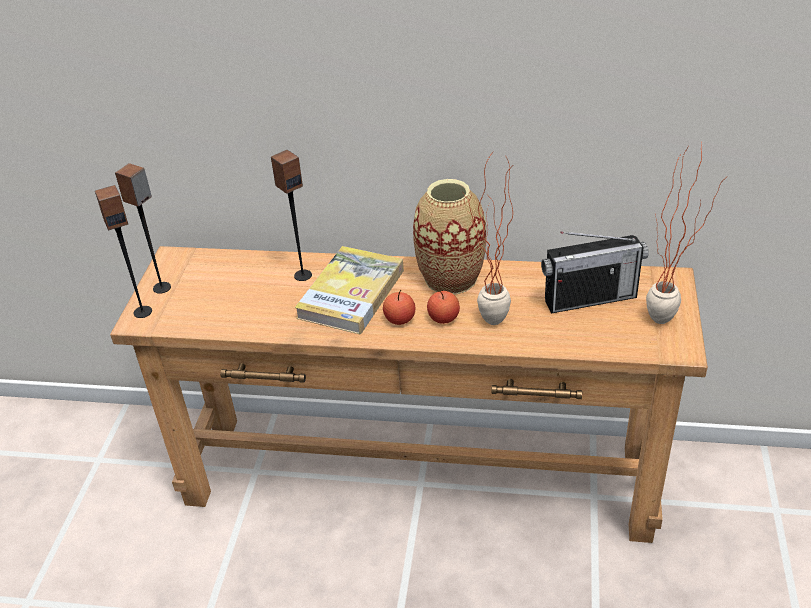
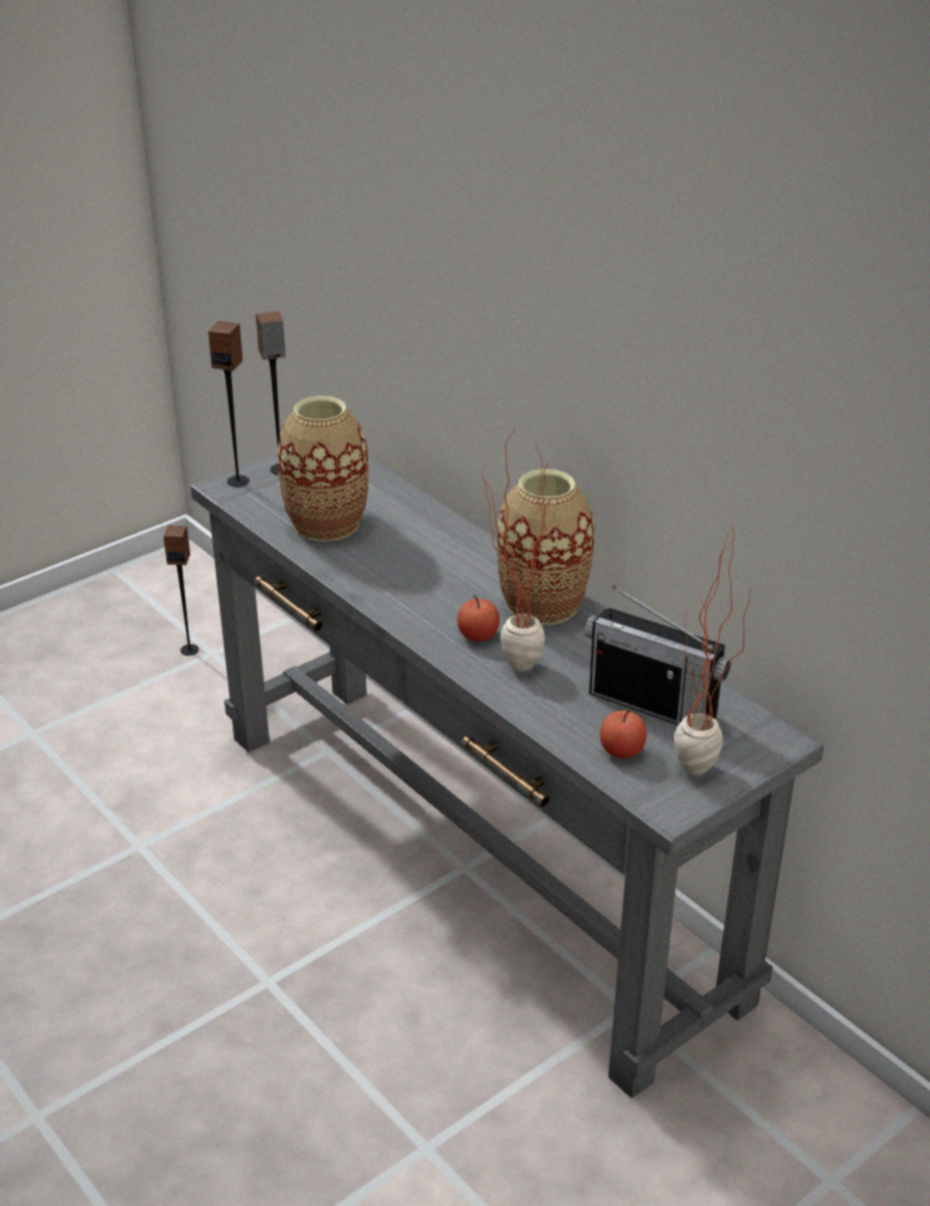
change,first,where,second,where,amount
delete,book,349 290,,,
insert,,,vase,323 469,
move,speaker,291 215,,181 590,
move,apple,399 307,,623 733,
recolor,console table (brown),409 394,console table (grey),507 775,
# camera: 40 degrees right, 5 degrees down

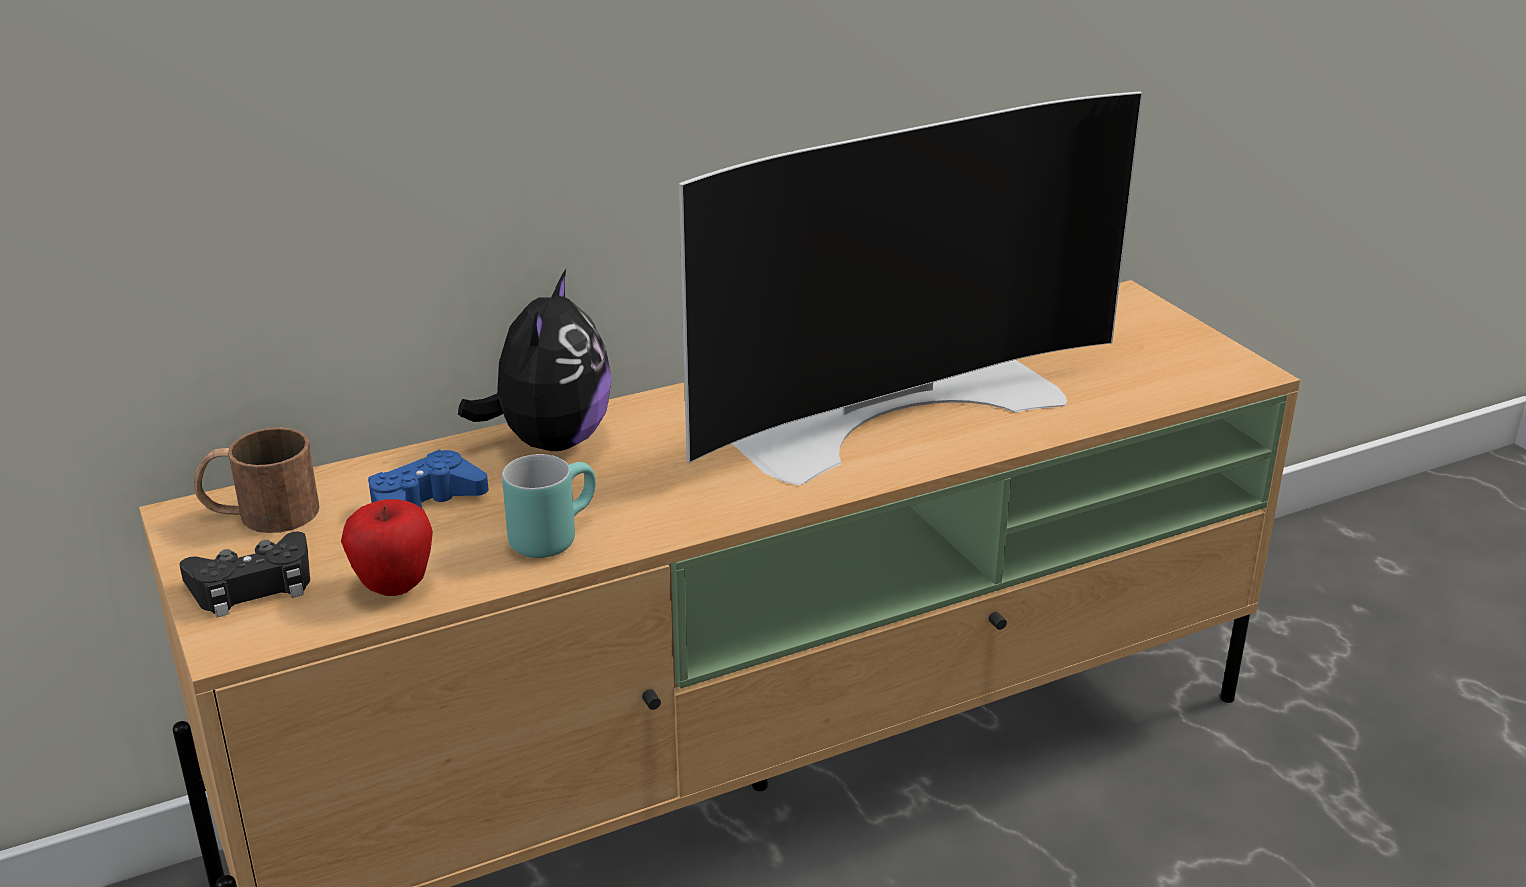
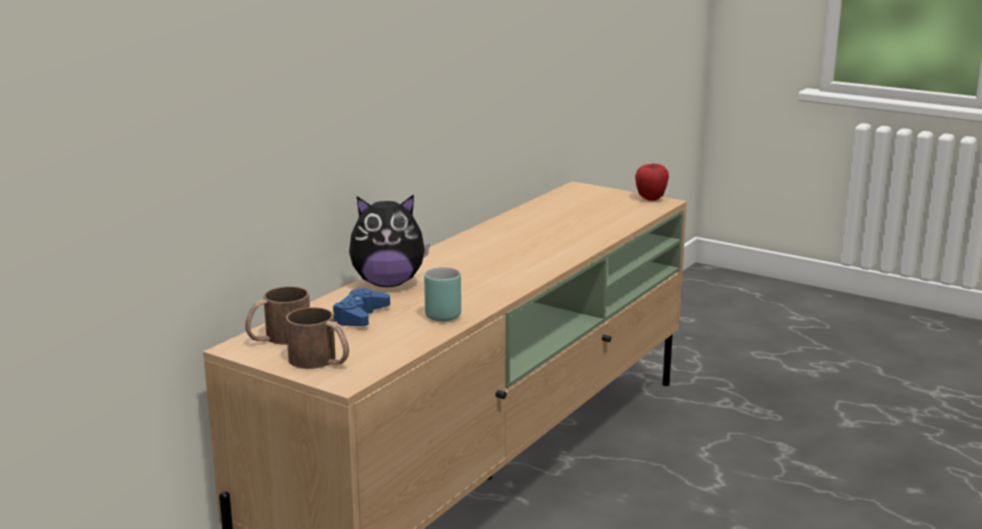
change,first,where,second,where,amount
delete,television,911 288,,,
move,apple,387 547,,652 182,
replace,game controller (black),244 575,mug (brown),317 338,
rotate,plush toy,535 360,,389 240,105 degrees clockwise
# camera: 30 degrees left, 10 degrees down

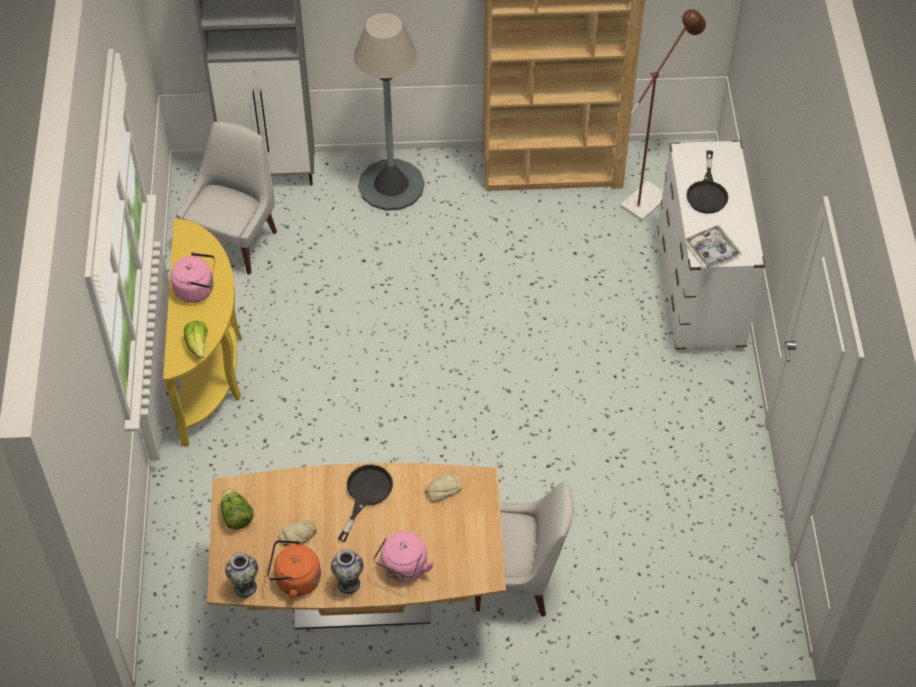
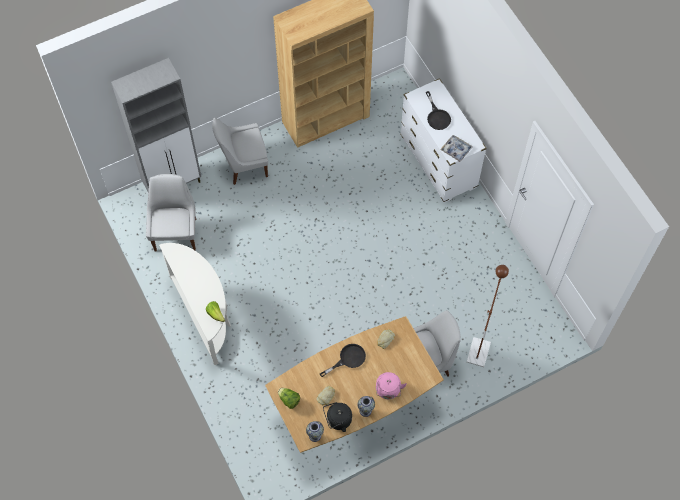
change,first,where,second,where,amount
delete,kettle (pink),193 277,,,
move,floor lamp (brown),663 115,,488 316,
replace,floor lamp (grey),389 112,chair (white),240 151,
recolor,console table (yellow),202 332,console table (white),195 304,
recolor,kettle (orange),294 569,kettle (black),337 417,
rotate,frying pan (black),365 503,,343 360,60 degrees clockwise
# camera: 25 degrees left, 10 degrees up

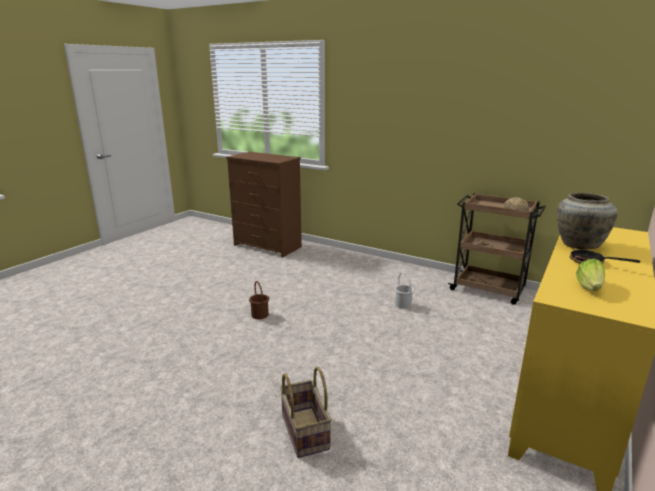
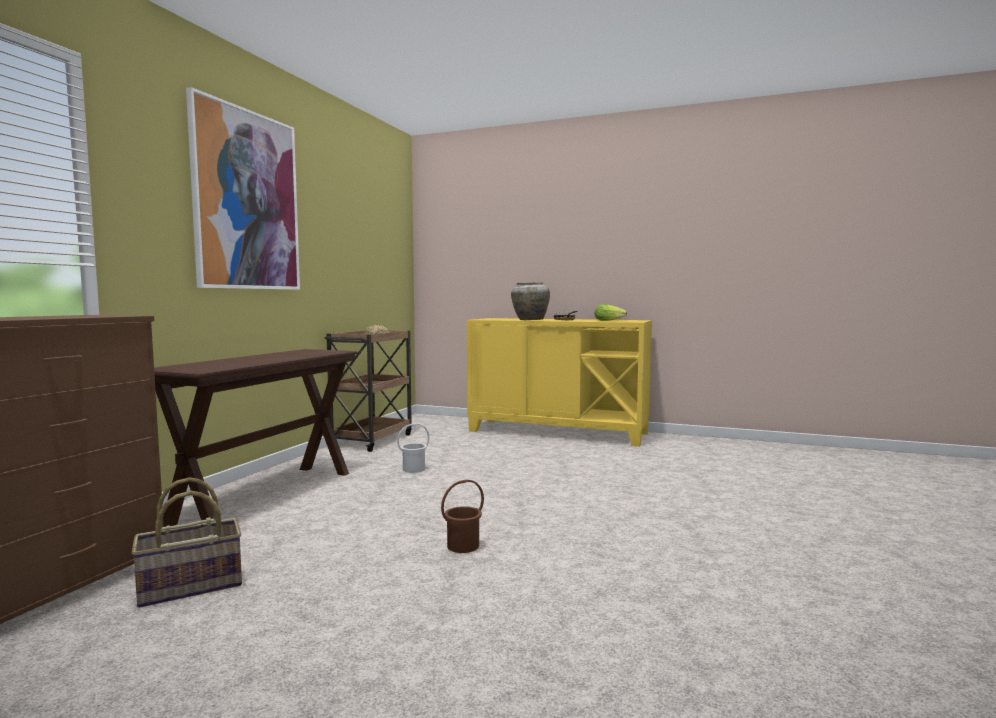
change,first,where,second,where,amount
insert,,,console table (brown),256 438,
insert,,,picture,243 188,
move,basket,306 412,,187 542,
# camera: 100 degrees left, 15 degrees down

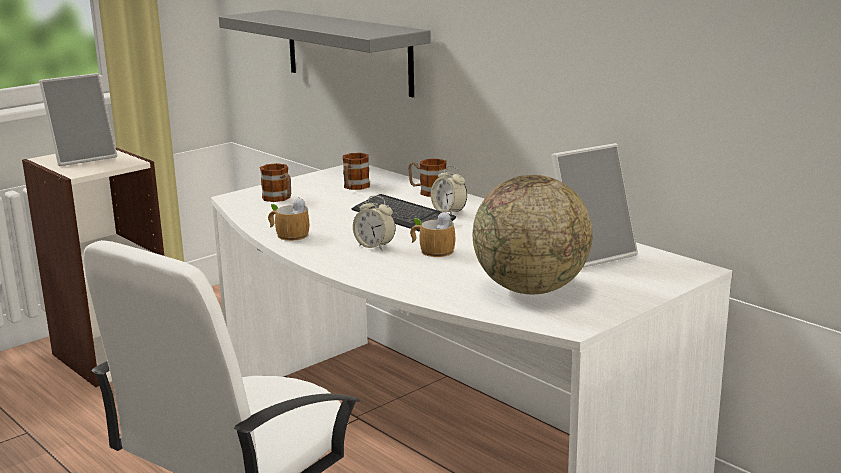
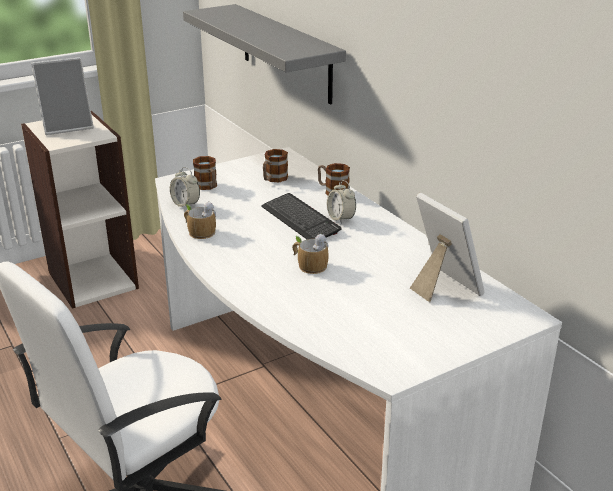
change,first,where,second,where,amount
delete,globe,533 234,,,
move,alarm clock,374 222,,185 187,
rotate,picture frame,594 205,,447 247,105 degrees counterclockwise
# camera: 10 degrees right, 10 degrees up

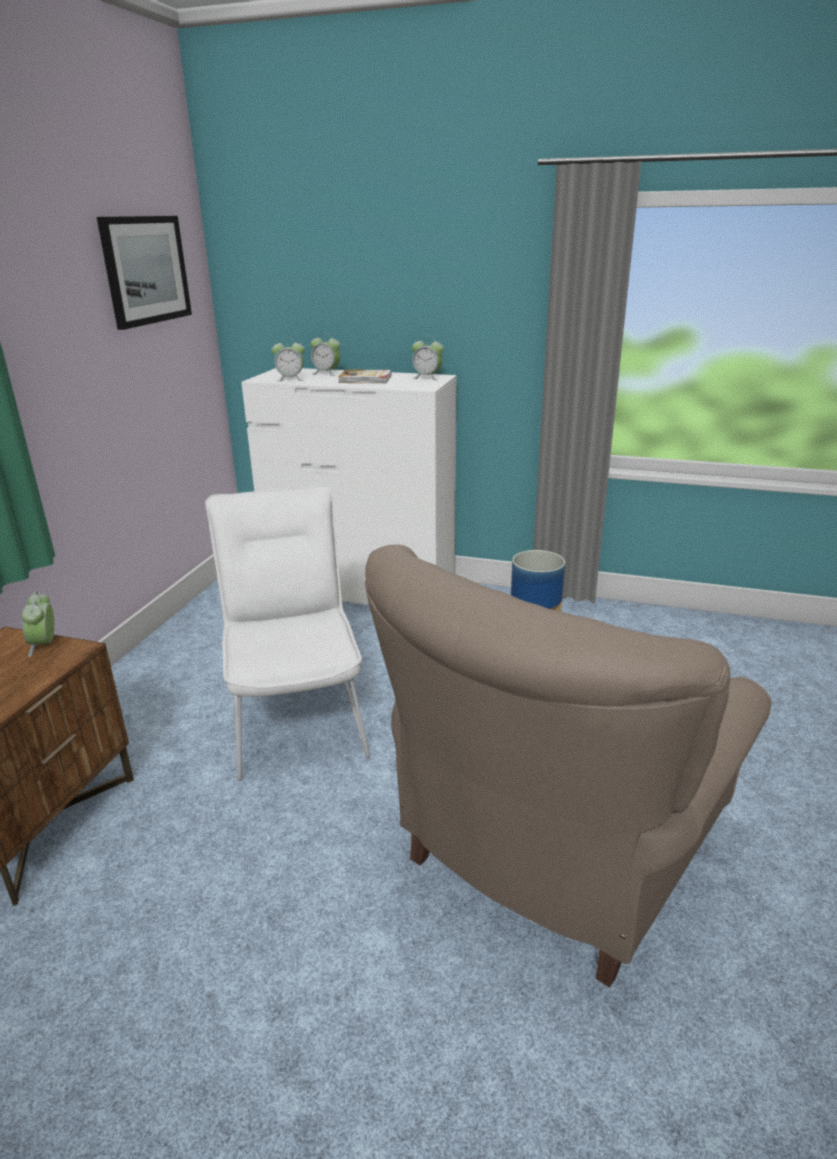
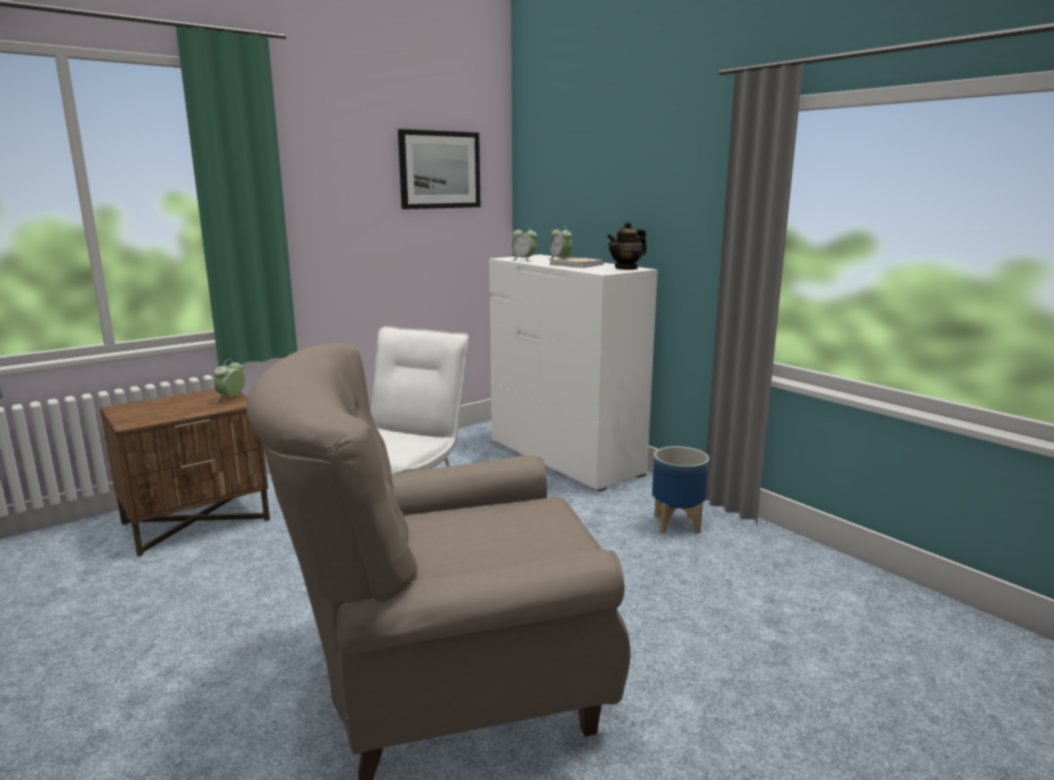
change,first,where,second,where,amount
replace,alarm clock,428 358,teapot,627 245,
# camera: 35 degrees right, 10 degrees down

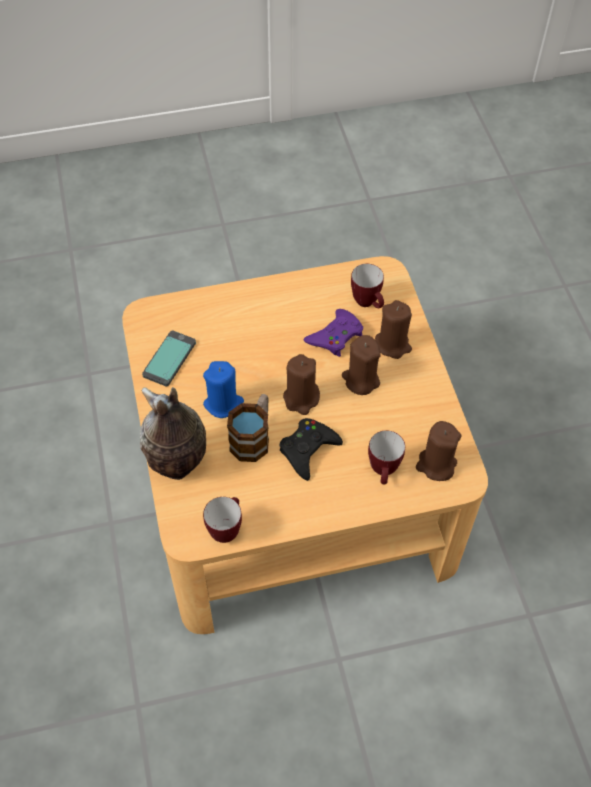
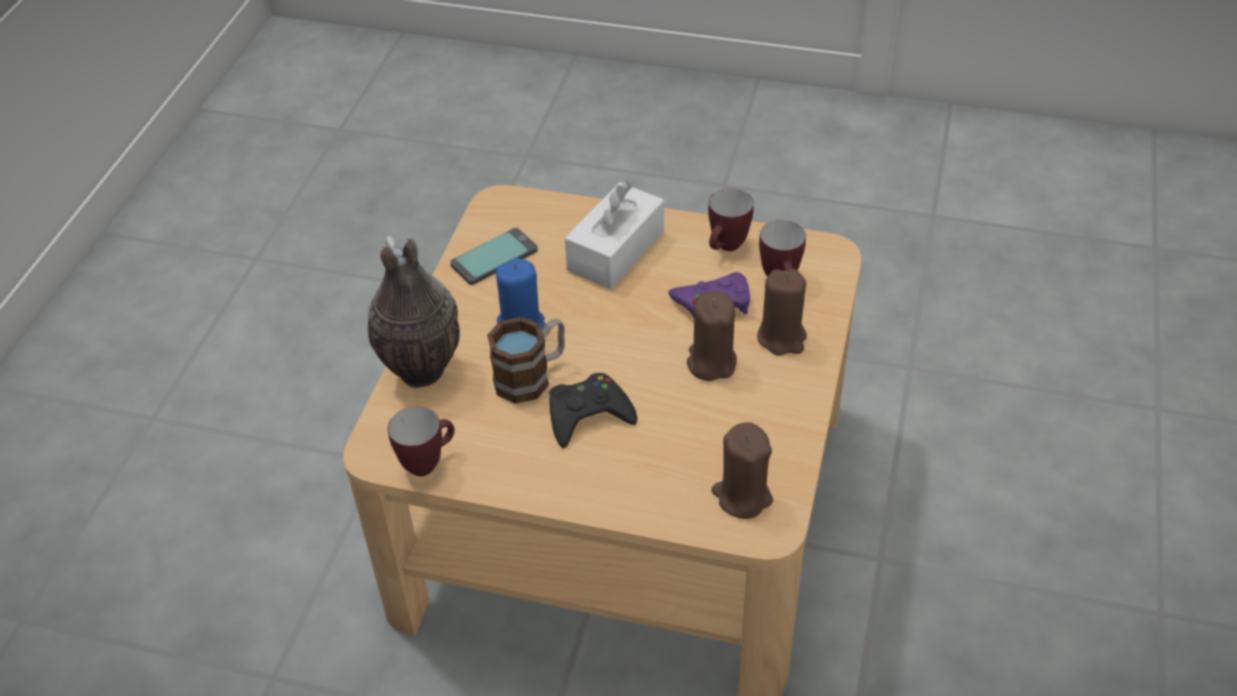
change,first,where,second,where,amount
delete,candle (brown),301 384,,,
insert,,,tissue box (white),614 234,
move,mug,386 457,,731 219,
# camera: 30 degrees right, 10 degrees down

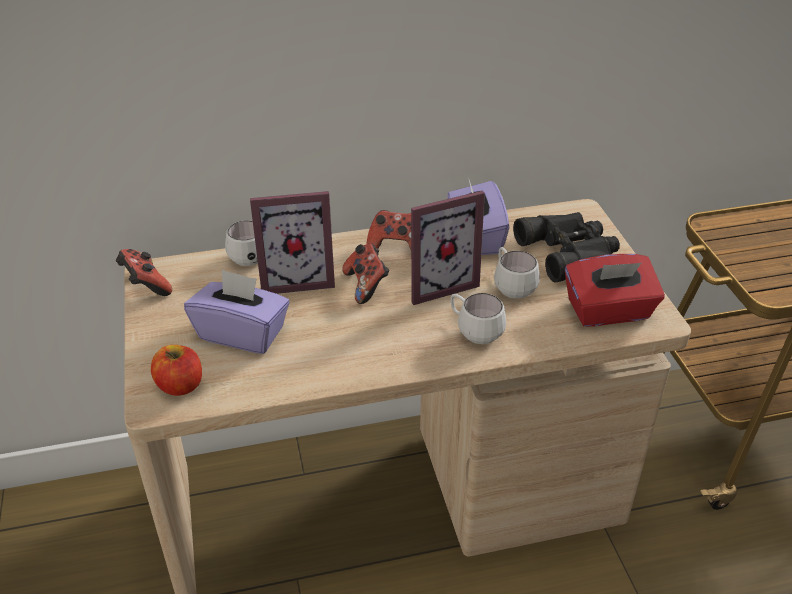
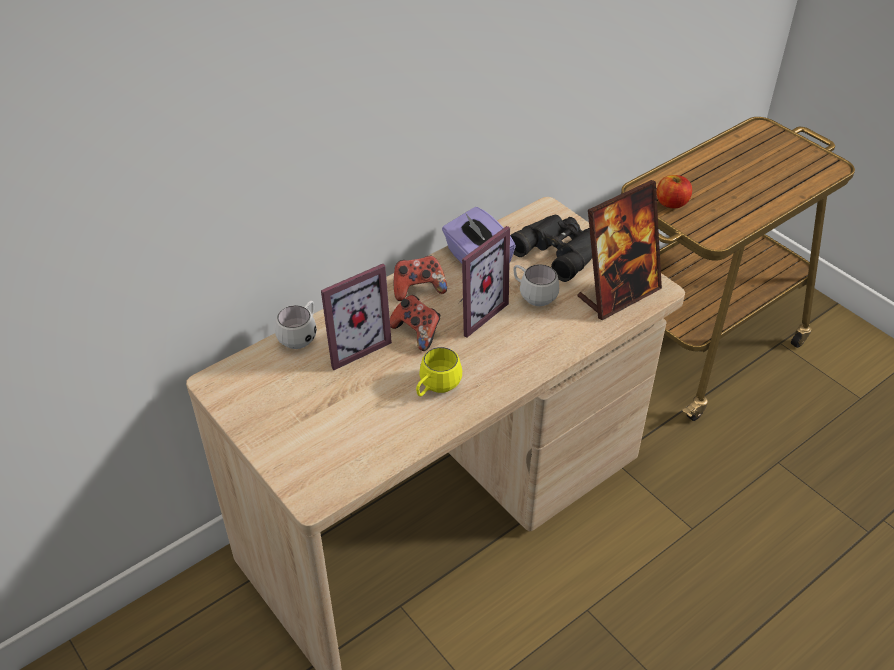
change,first,where,second,where,amount
delete,game controller,144 272,,,
delete,tissue box (purple),237 311,,,
delete,mug (white),478 318,,,
insert,,,mug (yellow),439 372,
move,apple,176 370,,674 191,
replace,tissue box (red),615 290,picture frame,619 250,
# camera: 25 degrees left, 5 degrees up

